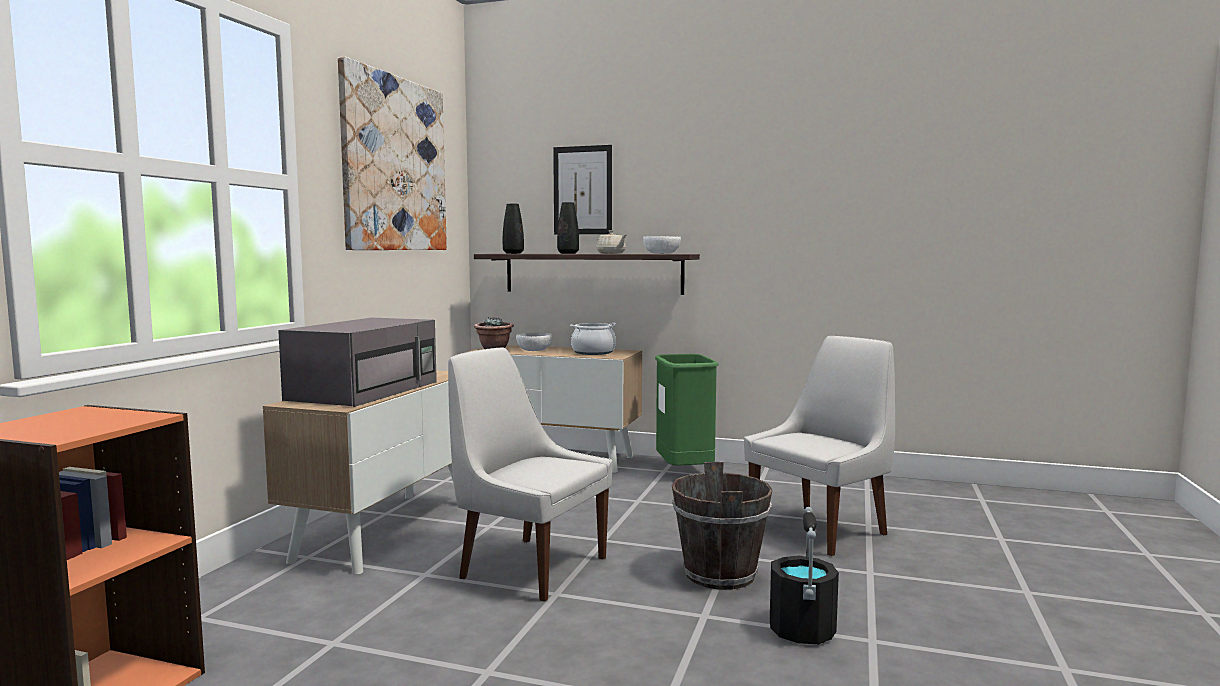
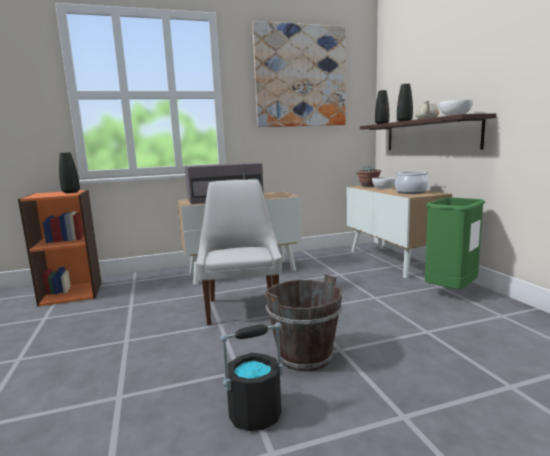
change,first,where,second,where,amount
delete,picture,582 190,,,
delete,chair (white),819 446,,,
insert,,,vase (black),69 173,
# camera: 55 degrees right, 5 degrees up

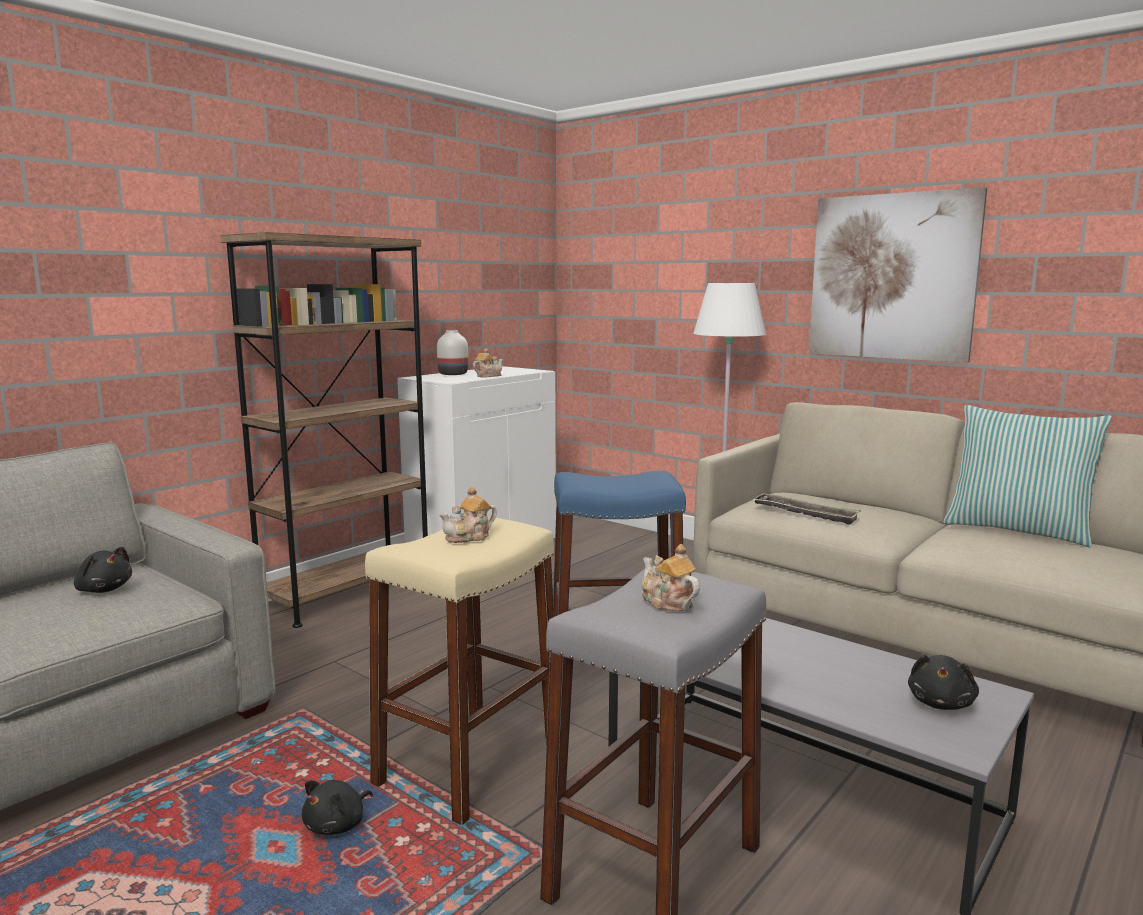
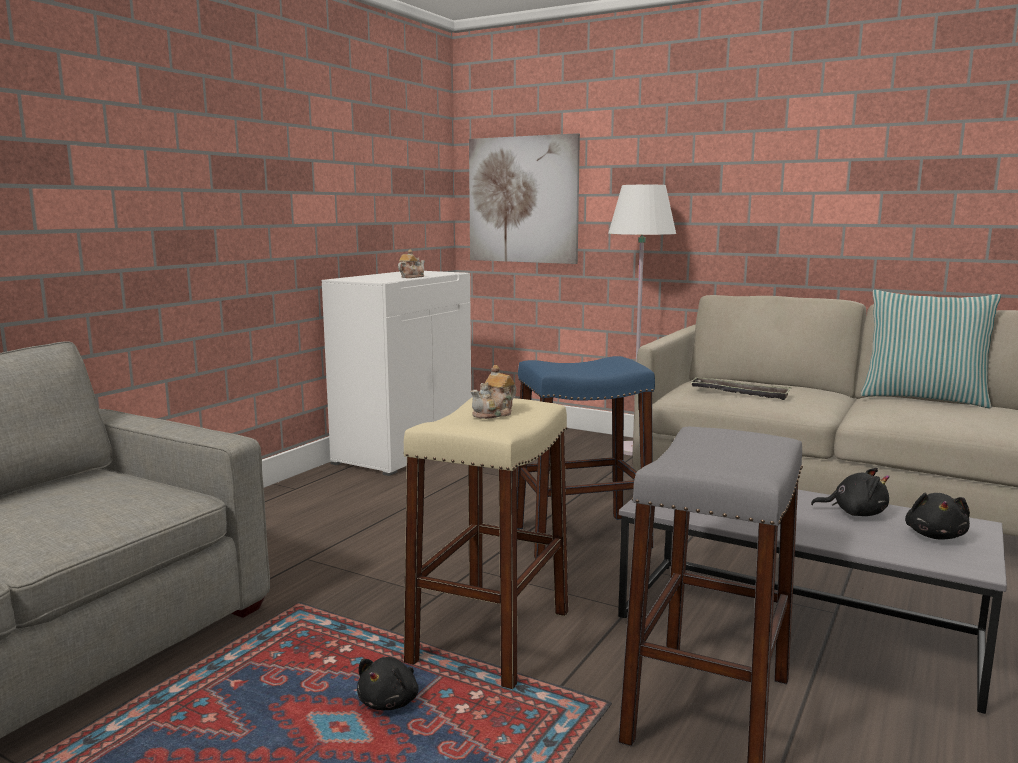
change,first,where,second,where,amount
delete,bookcase (brown),324 430,,,
delete,vase (white),452 352,,,
delete,teapot,671 577,,,
move,plush toy (black),103 570,,850 492,
move,picture,898 275,,524 198,
# camera: 10 degrees left, 0 degrees up

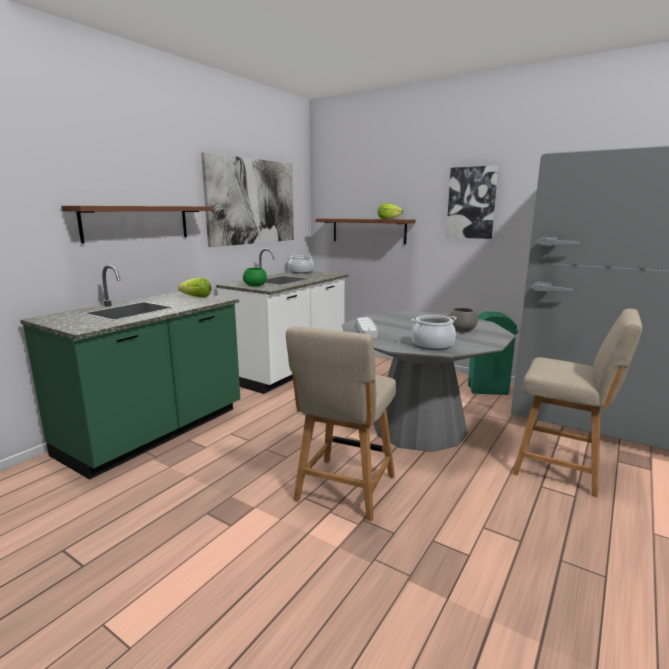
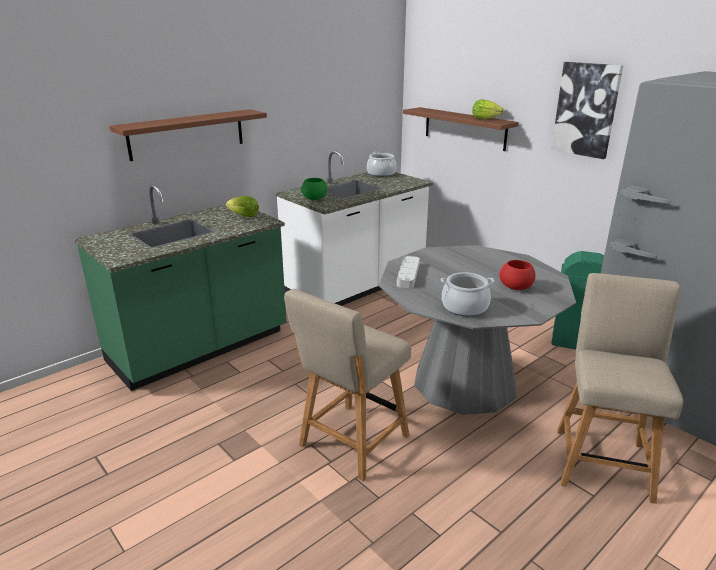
change,first,where,second,where,amount
delete,picture,247 199,,,
recolor,bowl (grey),462 320,bowl (red),517 275,
rotate,chair (beige),578 403,,620 388,120 degrees counterclockwise
# camera: 15 degrees right, 10 degrees up

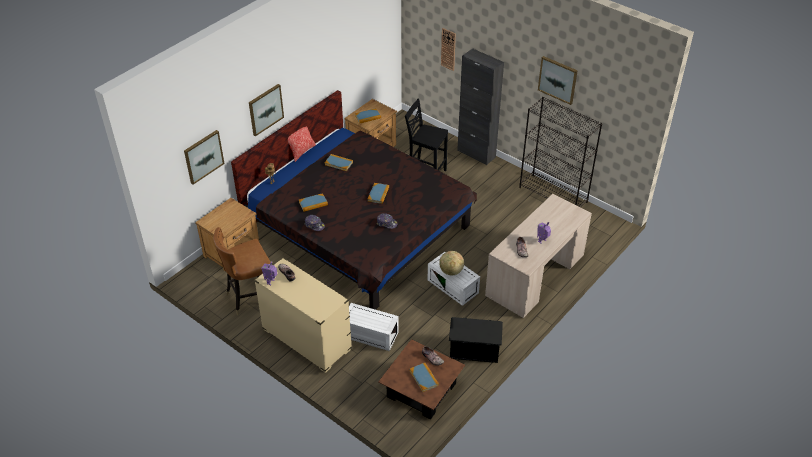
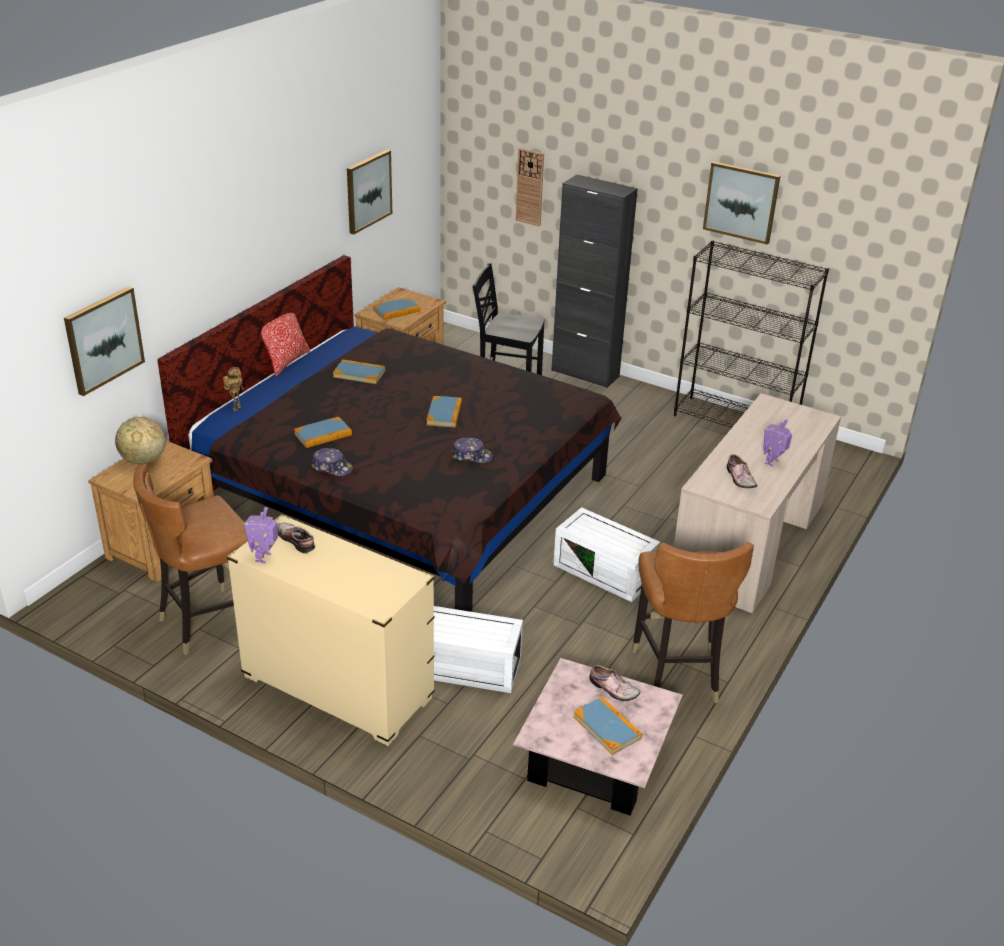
change,first,where,second,where,amount
move,picture,266 110,,369 192,
move,globe,451 263,,140 440,
replace,storage box (black),476 340,chair (brown),693 622,
recolor,coffee table (brown),421 379,coffee table (pink),598 737,
# camera: 10 degrees left, 10 degrees down

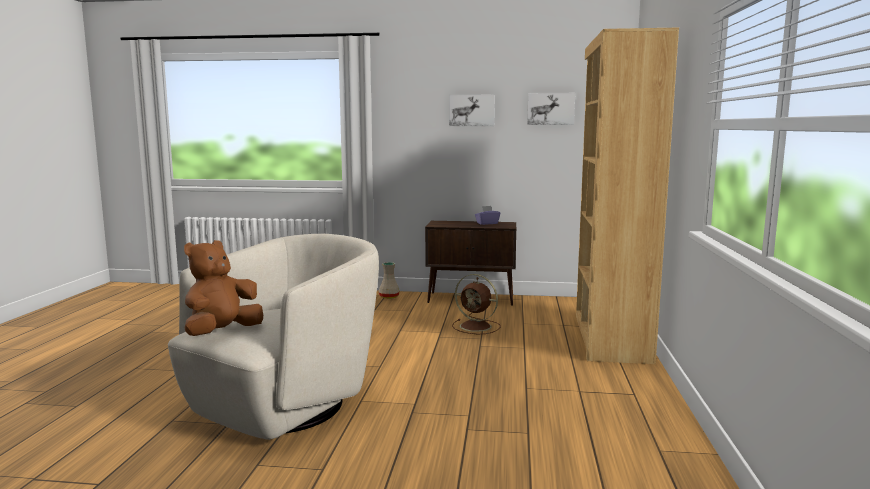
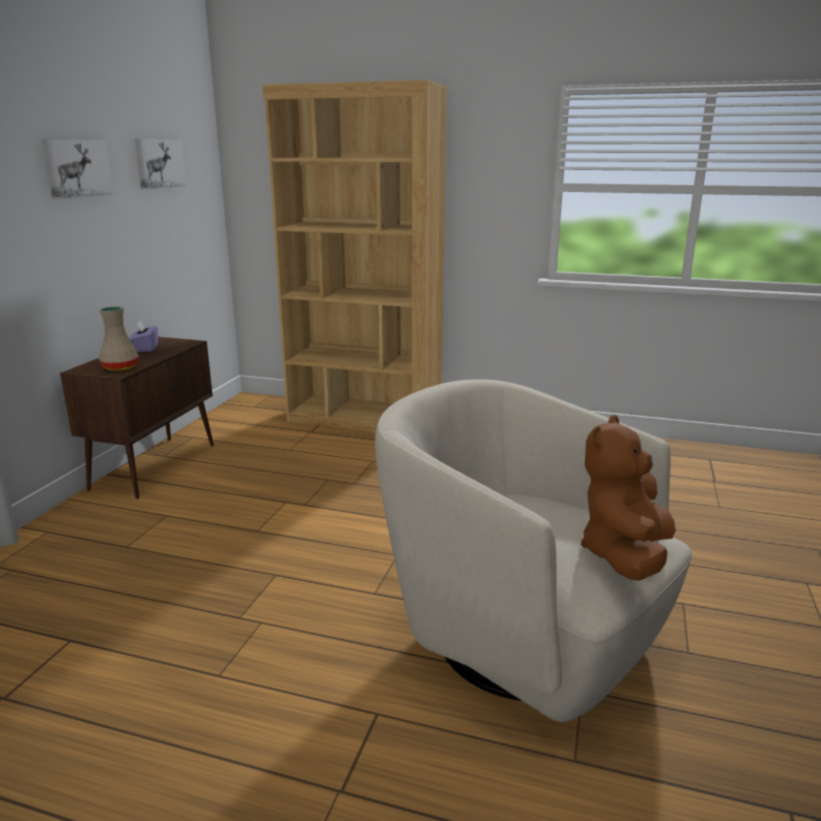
change,first,where,second,where,amount
delete,fan (brown),476 304,,,
move,vase (beige),389 280,,119 339,
rotate,plush toy (brown),223 288,,628 498,75 degrees clockwise
# camera: 80 degrees left, 10 degrees up

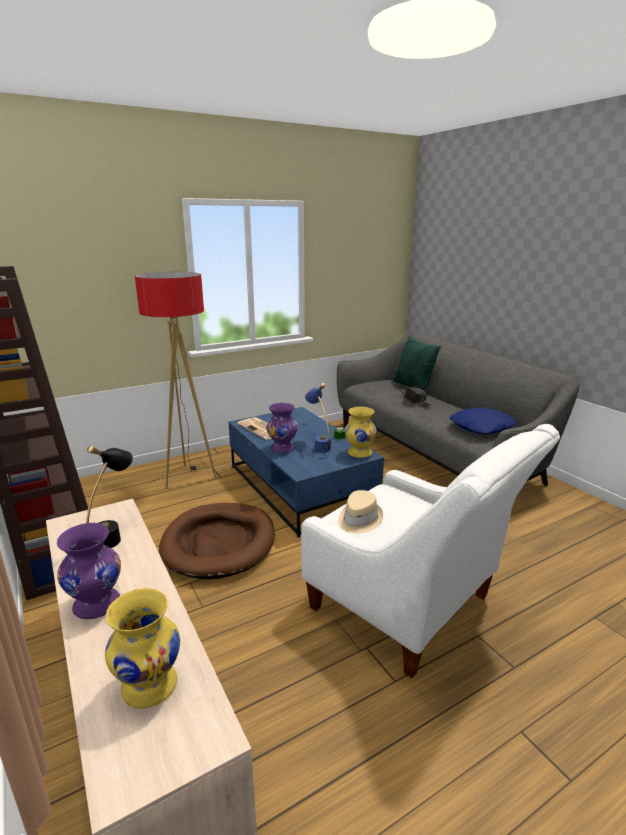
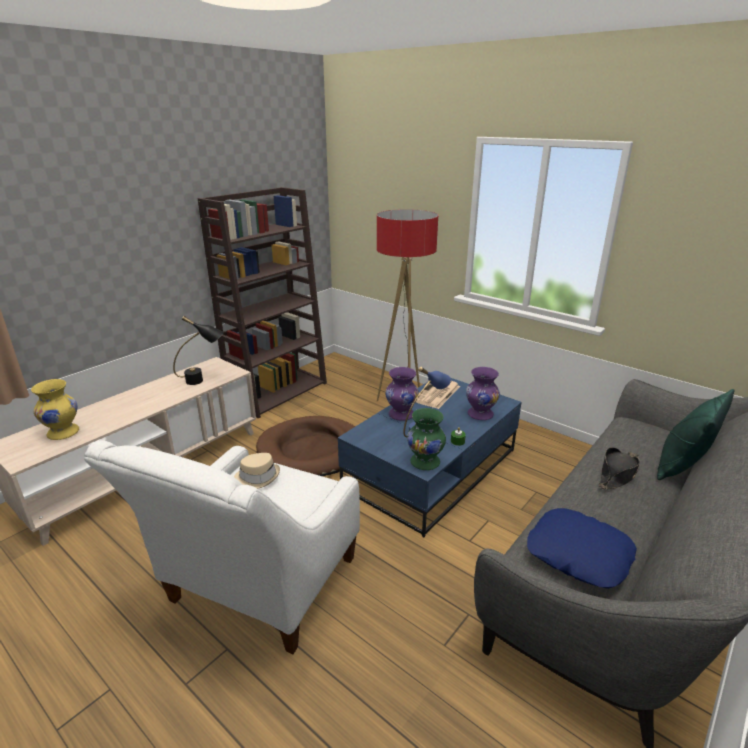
change,first,where,second,where,amount
move,vase (purple),89 571,,483 393,
recolor,vase (yellow),361 432,vase (green),426 439,
# camera: 70 degrees right, 5 degrees up

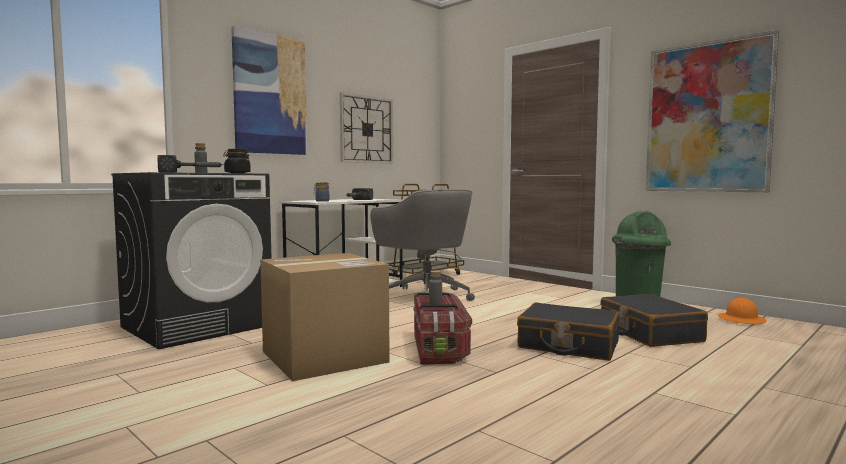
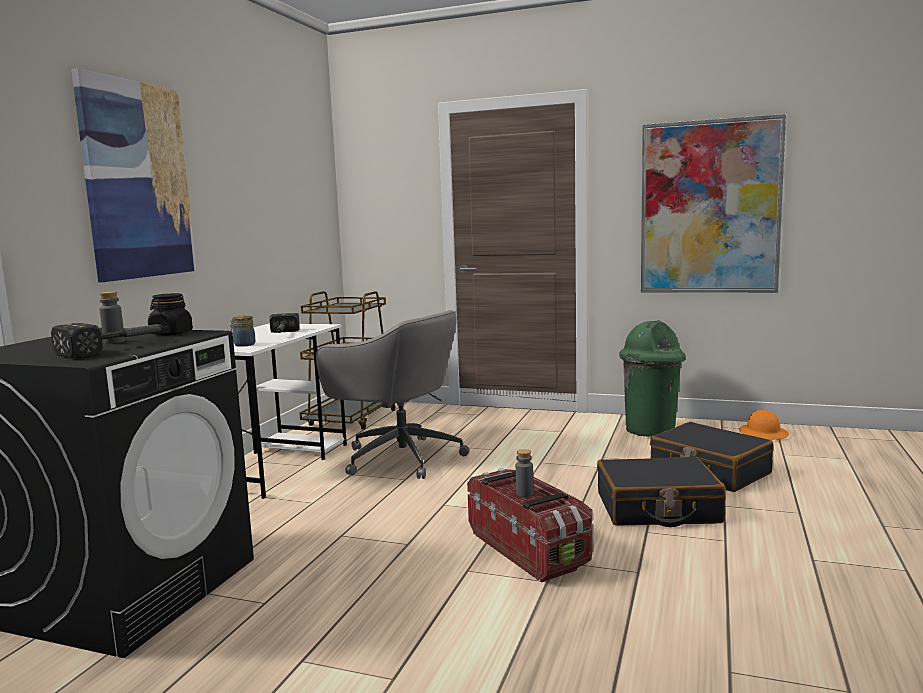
change,first,where,second,where,amount
delete,cardboard box,325 317,,,
delete,wall clock,366 128,,,
# camera: 25 degrees left, 5 degrees up

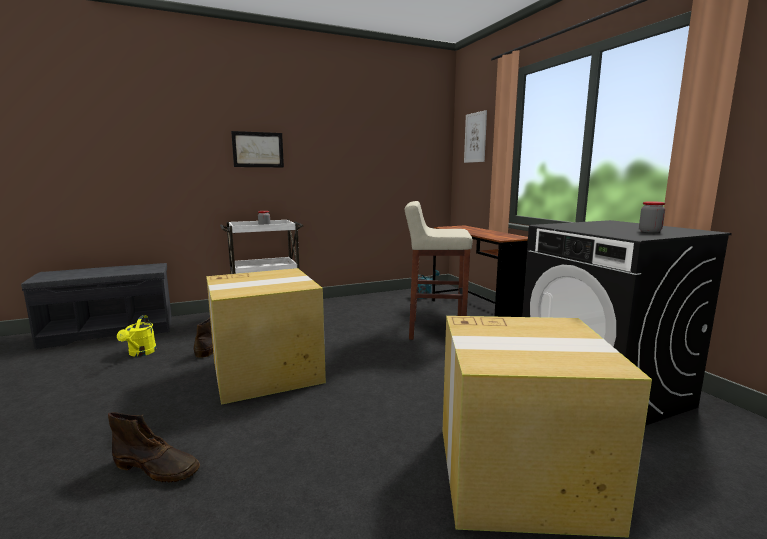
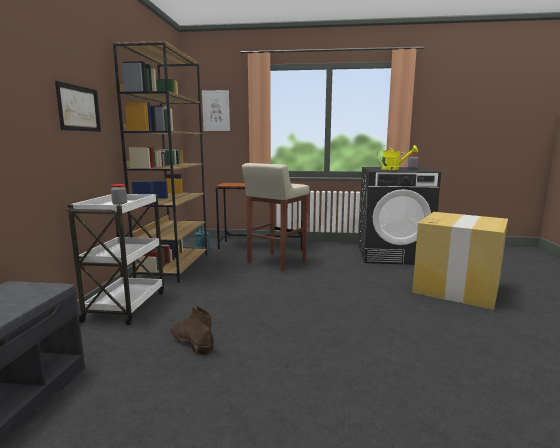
change,first,where,second,where,amount
delete,boot (brown),154 447,,,
delete,cardboard box,266 336,,,
insert,,,bookcase (brown),160 162,
move,watering can (yellow),137 336,,397 157,
# camera: 60 degrees left, 0 degrees up

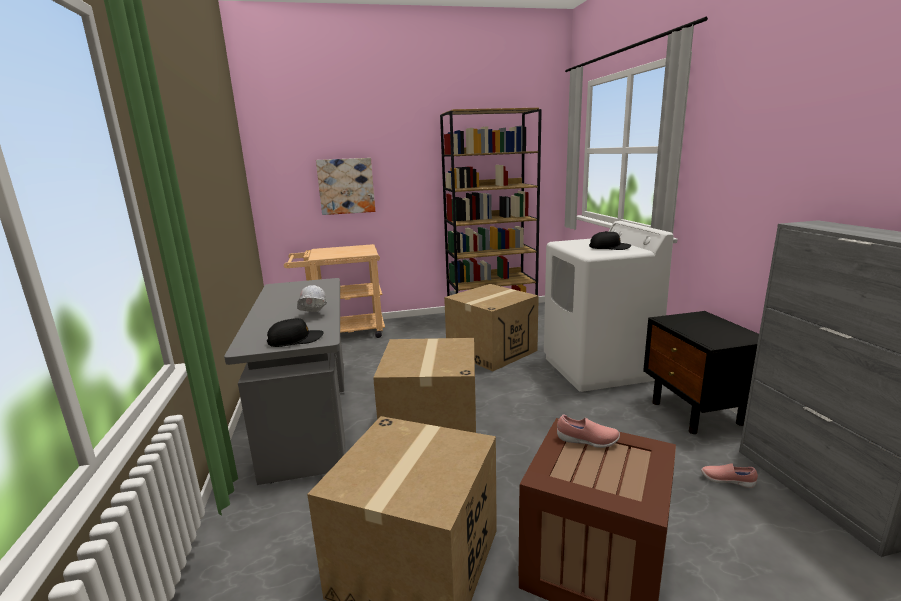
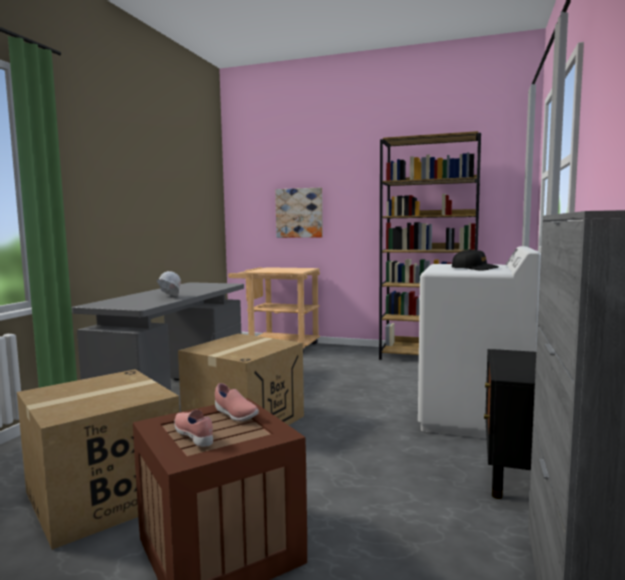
change,first,where,second,where,amount
delete,cap (black),295 332,,,
delete,cardboard box,491 327,,,
move,shoe (pink),729 475,,193 428,
# camera: 30 degrees right, 10 degrees down

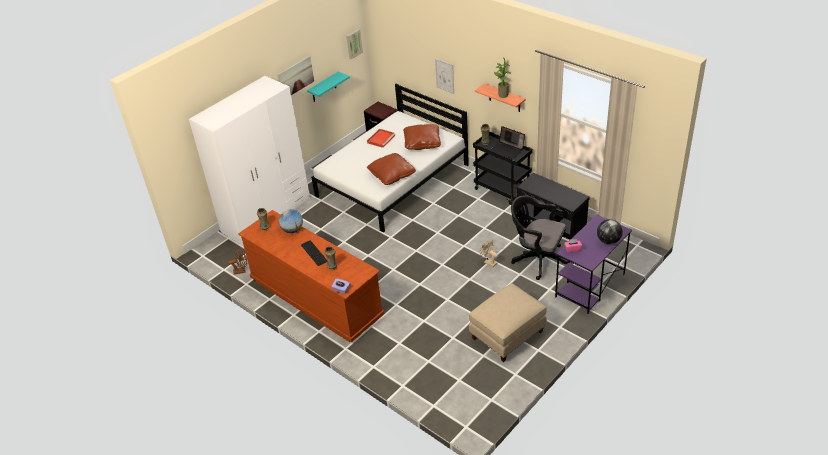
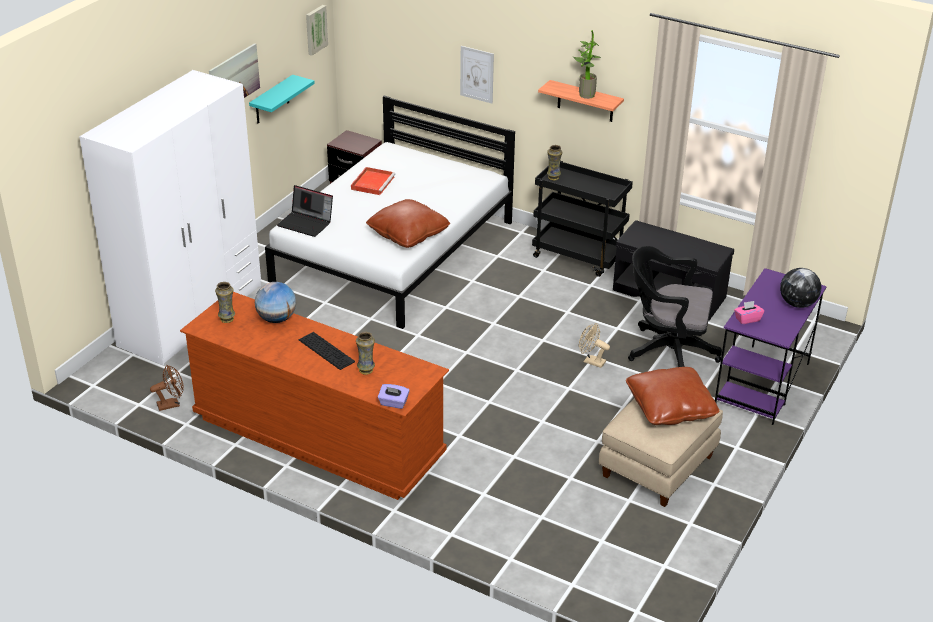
change,first,where,second,where,amount
move,pillow (brown),422 137,,672 396,
move,laptop,508 143,,305 211,
# camera: 15 degrees left, 5 degrees down

